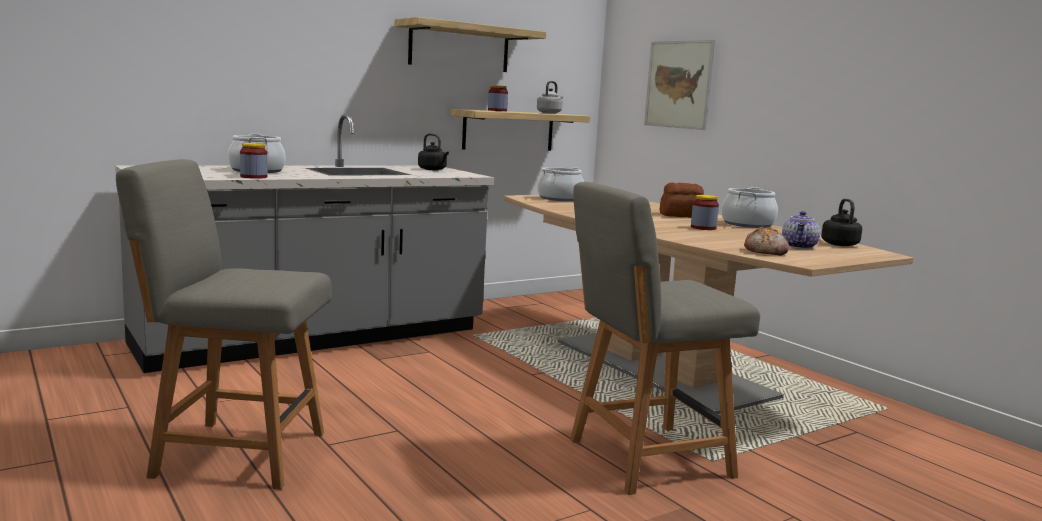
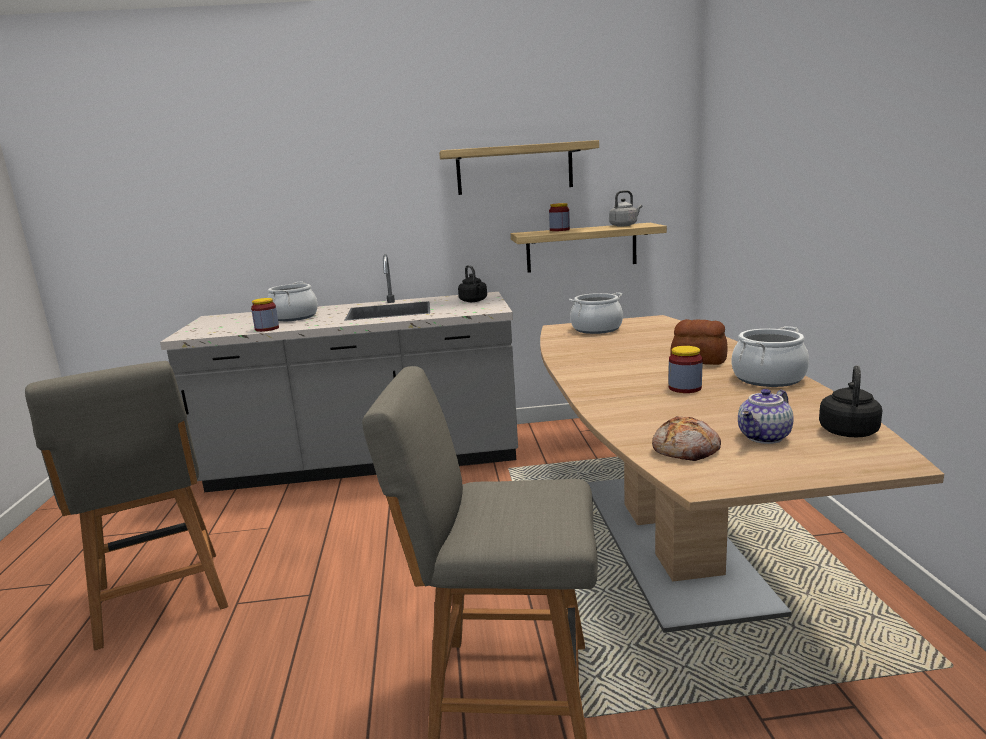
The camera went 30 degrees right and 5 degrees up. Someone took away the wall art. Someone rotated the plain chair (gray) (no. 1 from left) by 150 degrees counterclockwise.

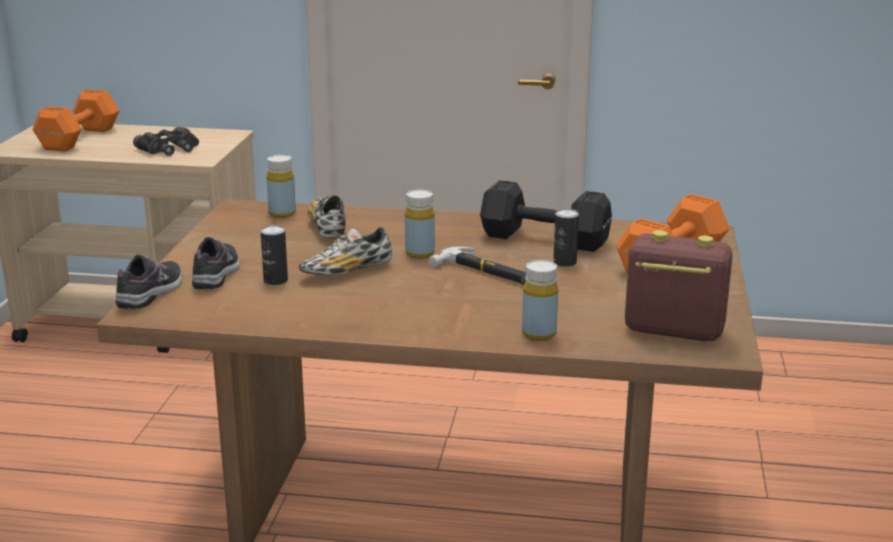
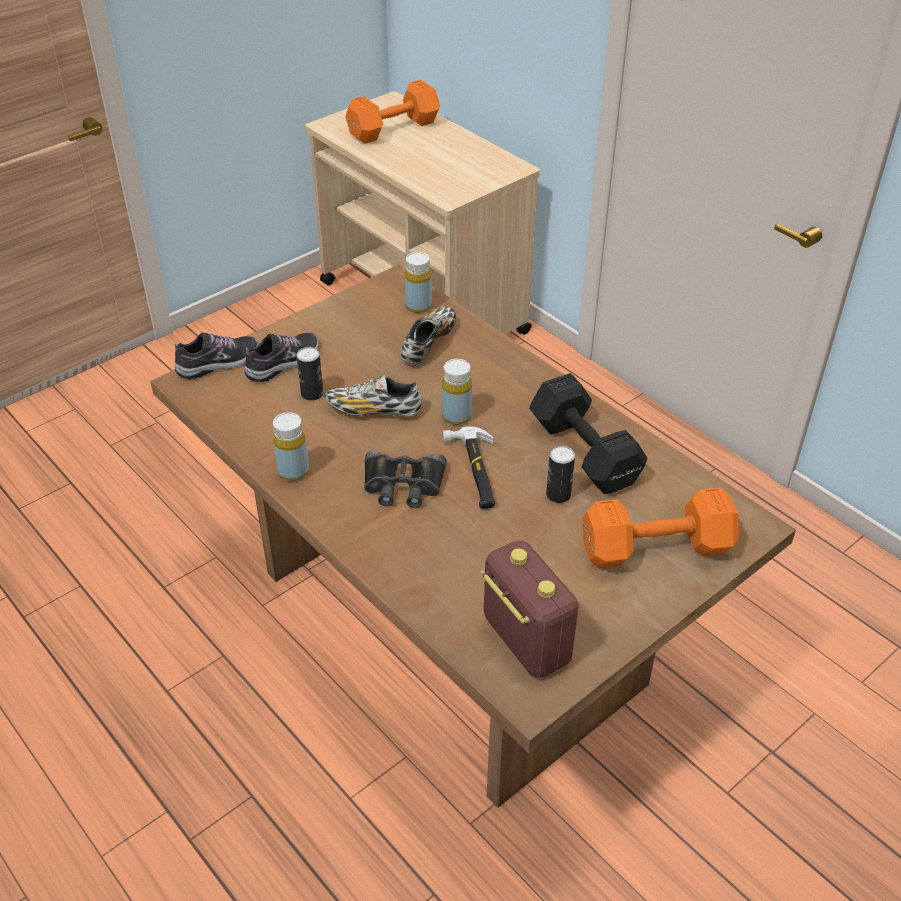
The camera went 40 degrees right and 20 degrees up. Someone carried the binoculars (black-coloured). Someone carried the drink bottle (yellow) (no. 3 from left in the first image).

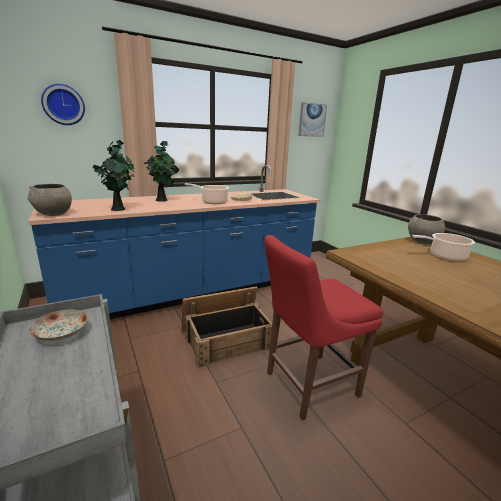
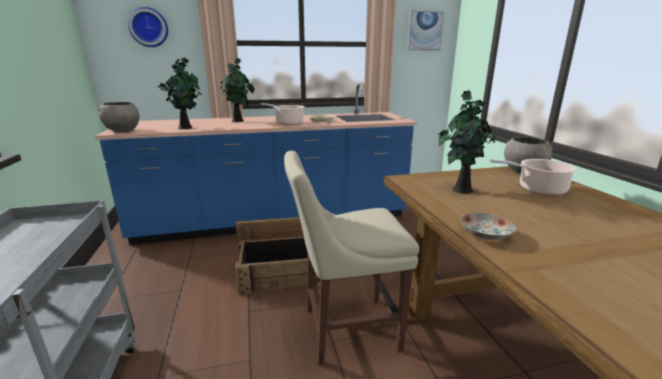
The camera went 15 degrees right and 0 degrees up. Someone put down the plant in a pot (no. 3 from left). Someone carried the plate. Someone repainted the plain chair (reddish), which became the plain chair (beige-coloured).

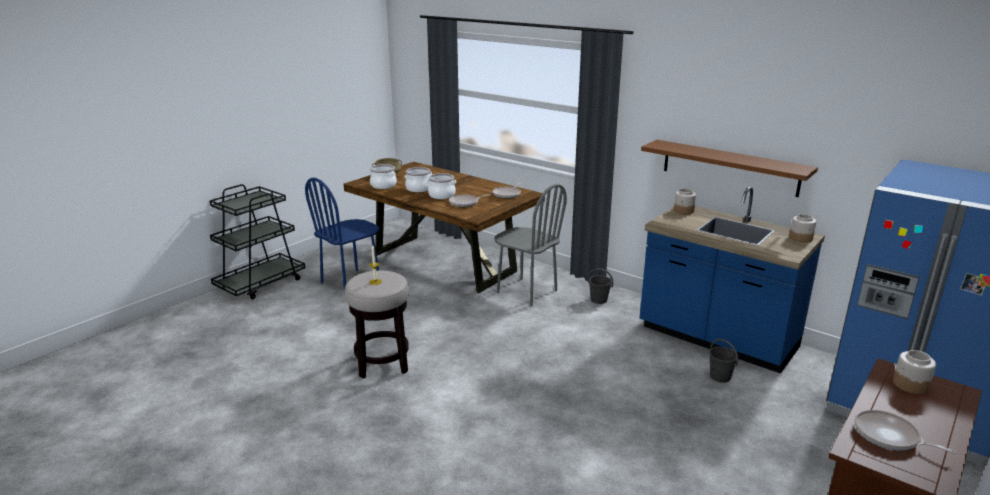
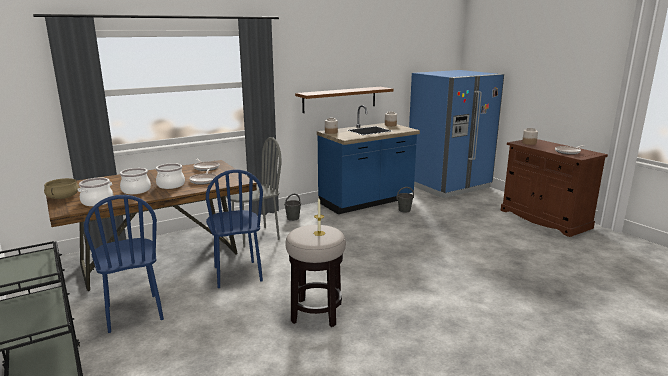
The camera went 70 degrees left and 5 degrees down. Someone put down the plain chair (blue) (no. 2 from left).

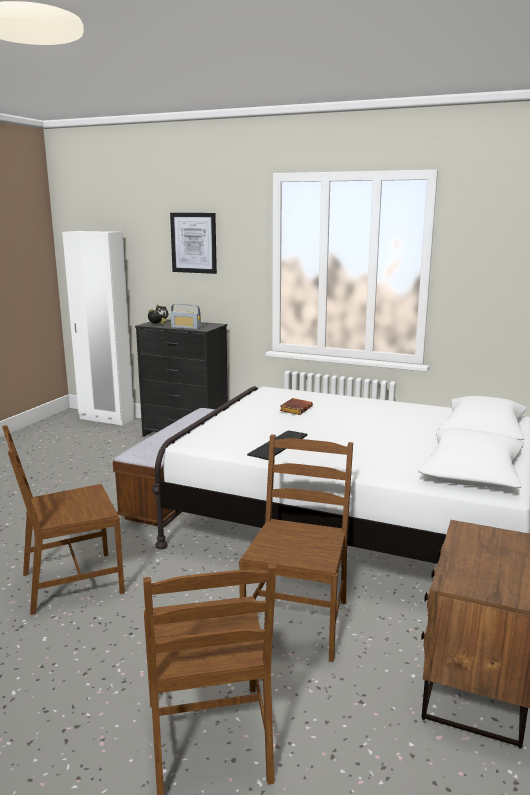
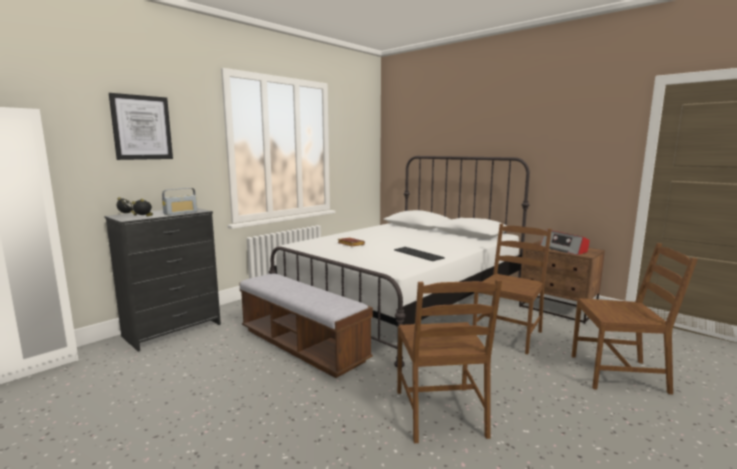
The camera went 70 degrees left and 5 degrees down. Someone put down the radio set (no. 2 from left). Someone rotated the plain chair (brownish) (no. 3 from left in the first image) by 90 degrees clockwise.

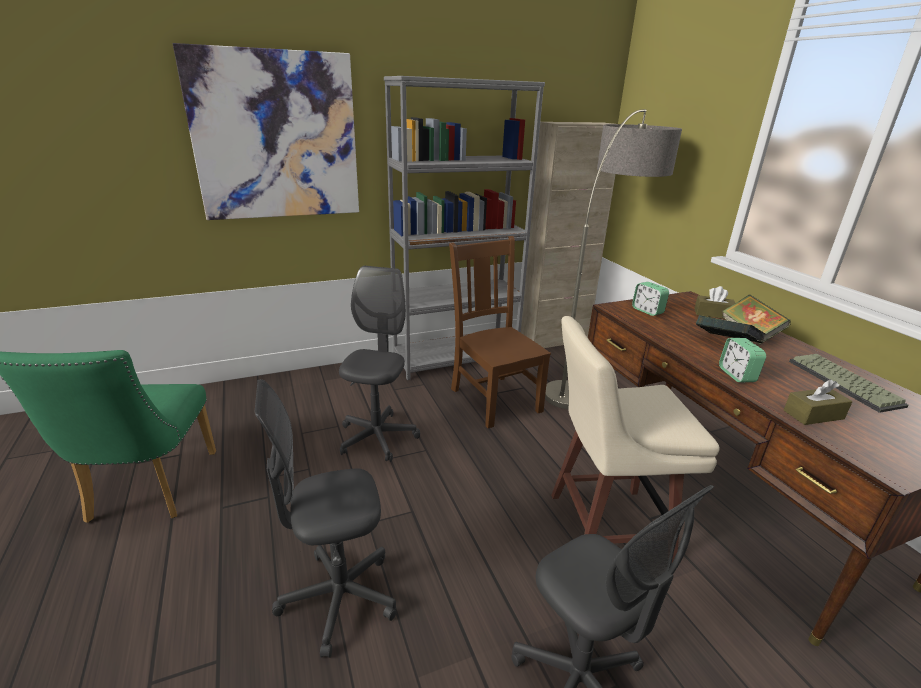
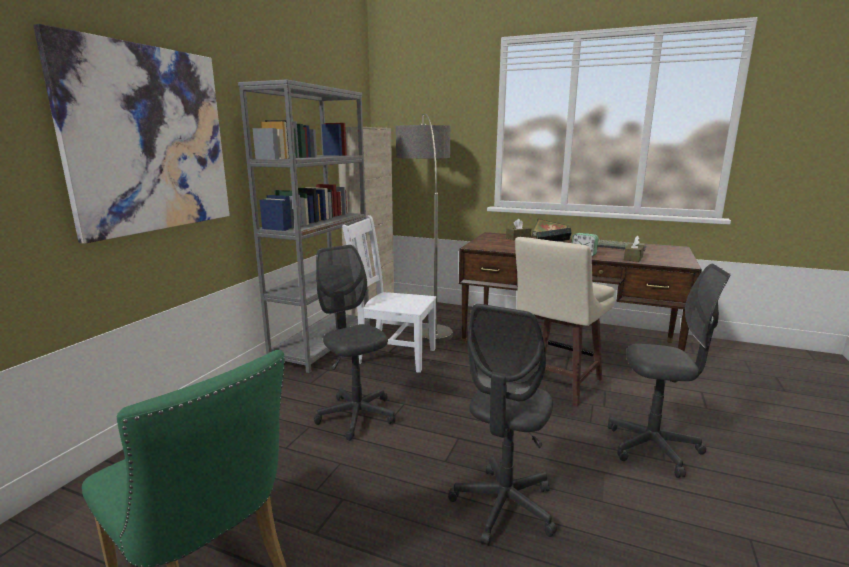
The camera went 45 degrees left and 10 degrees down. Someone took away the table clock (no. 1 from left). Someone repainted the plain chair (brownish), which became the plain chair (white-coloured).

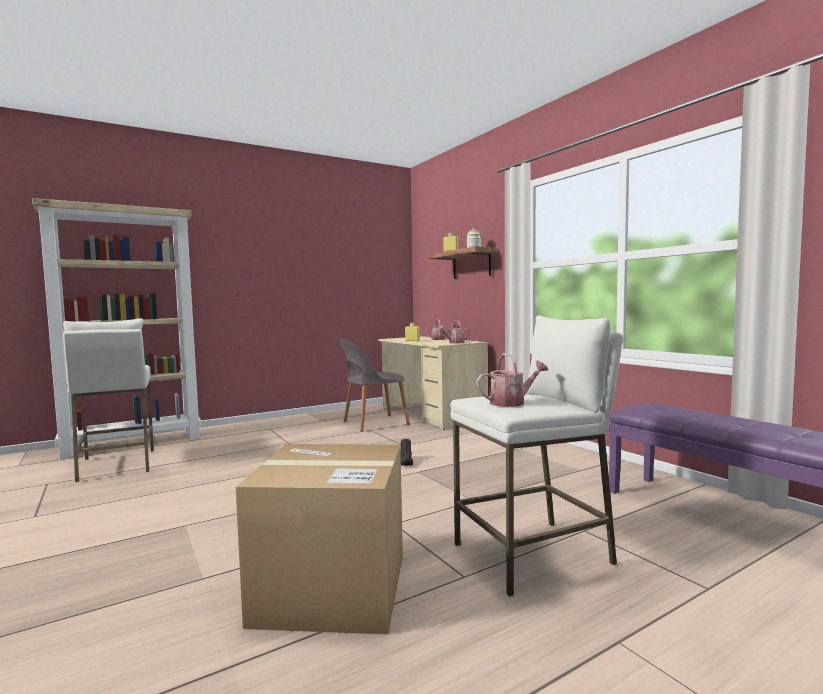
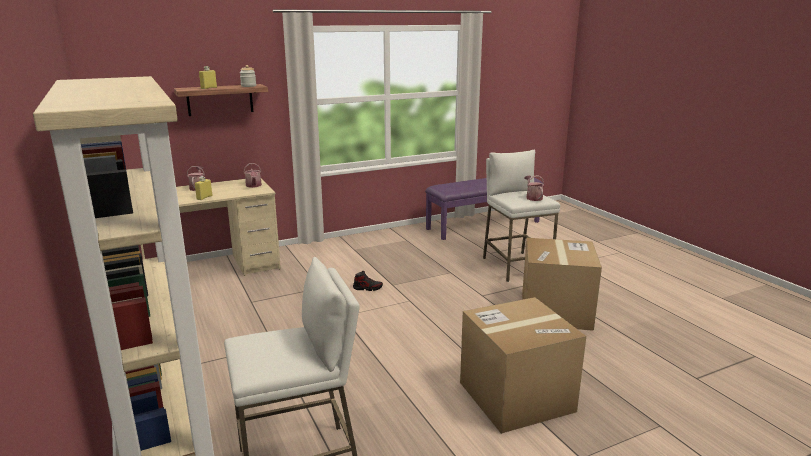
The camera went 85 degrees left and 15 degrees up. Someone took away the plain chair (gray). Someone put down the carton (no. 1 from left).

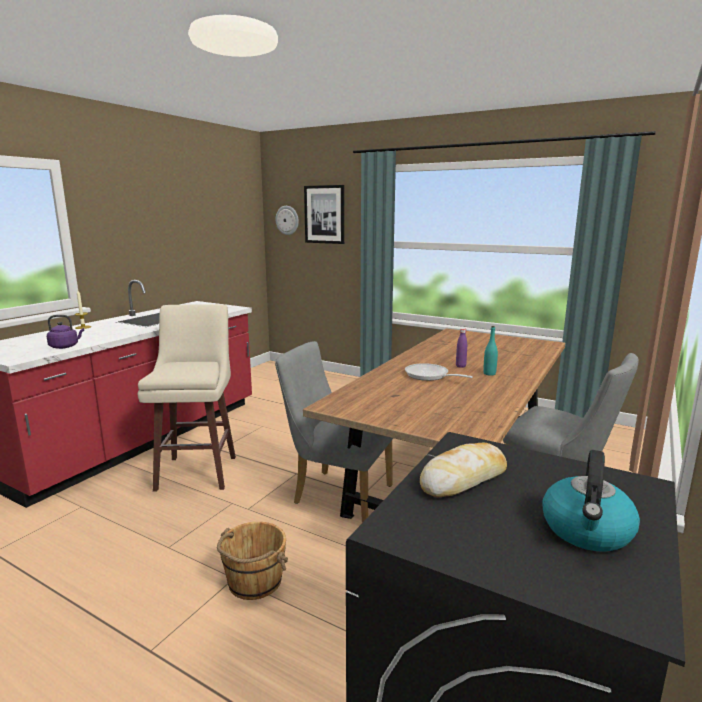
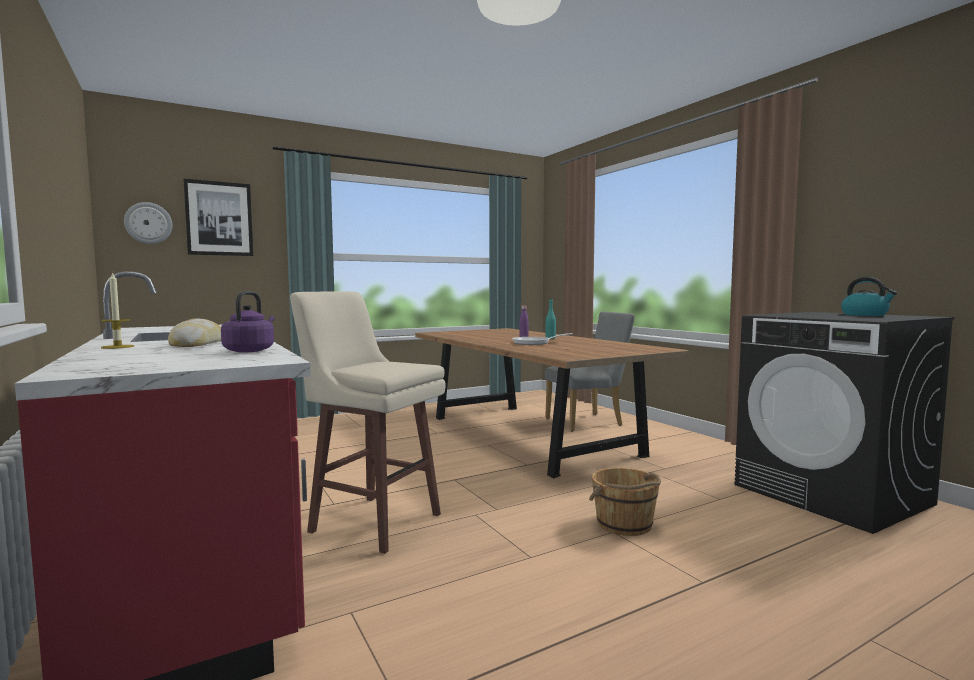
The camera went 60 degrees left and 10 degrees down. Someone took away the plain chair (gray) (no. 1 from left). Someone carried the baked bread.

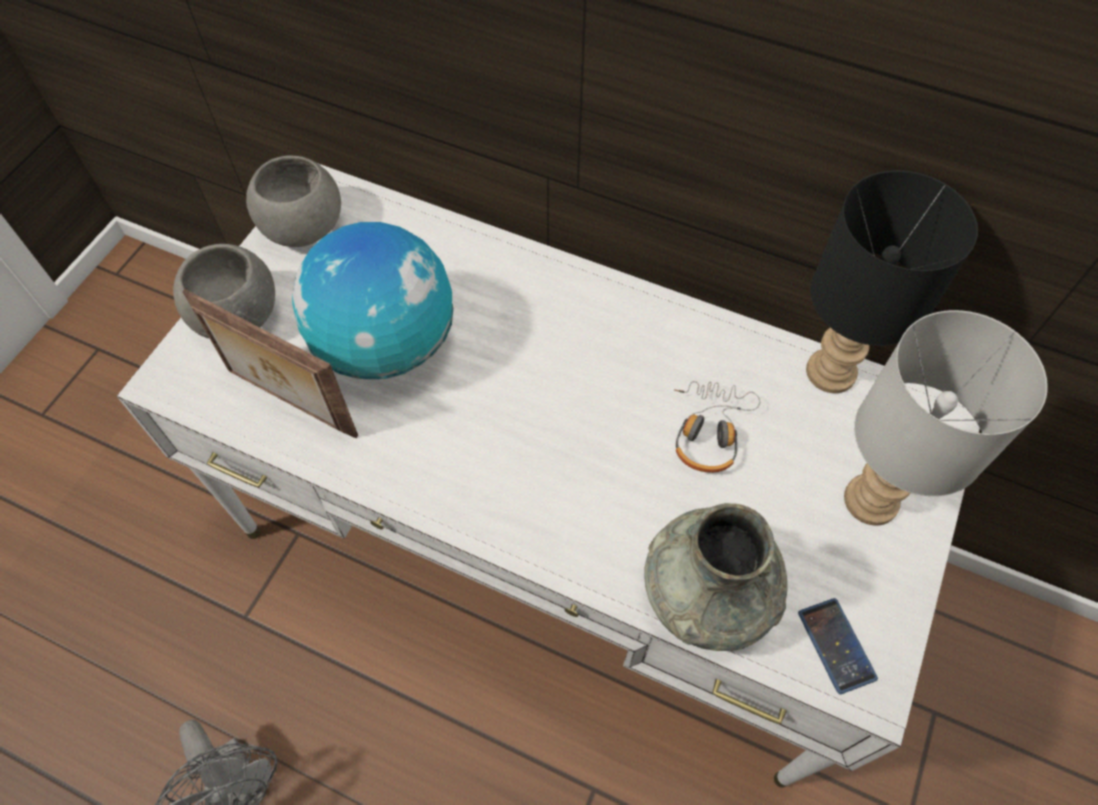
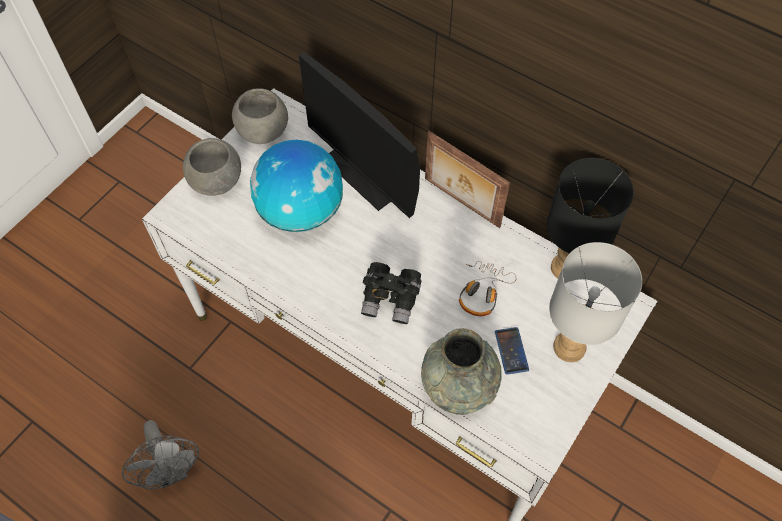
The camera went 10 degrees right and 0 degrees up. Someone put down the computer display. Someone put down the binoculars (black-coloured). Someone carried the photo frame. Someone carried the phone.

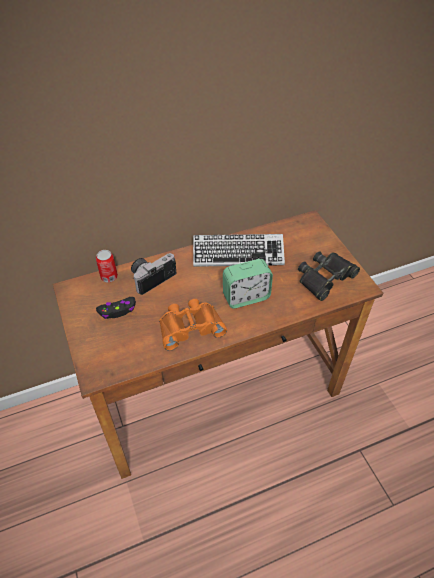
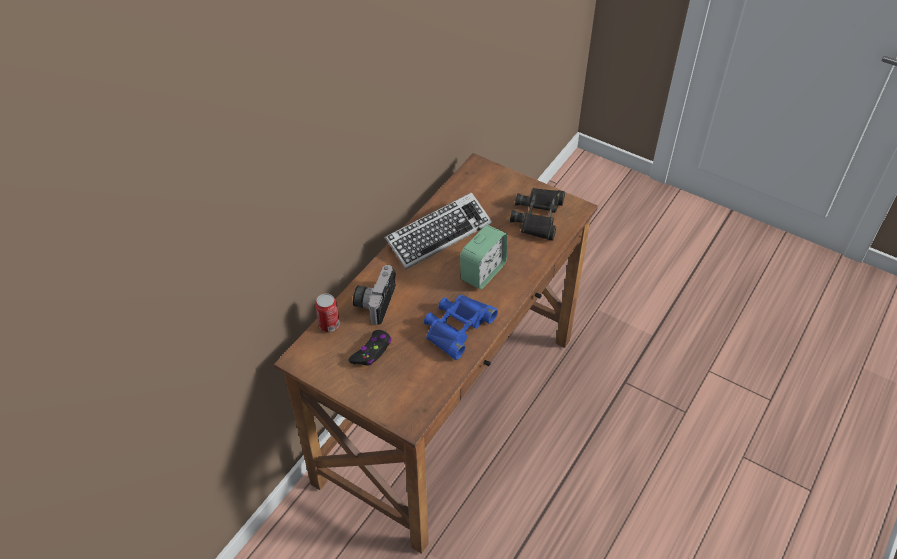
The camera went 35 degrees left and 0 degrees up. Someone repainted the binoculars (orange-coloured), which became the binoculars (blue).

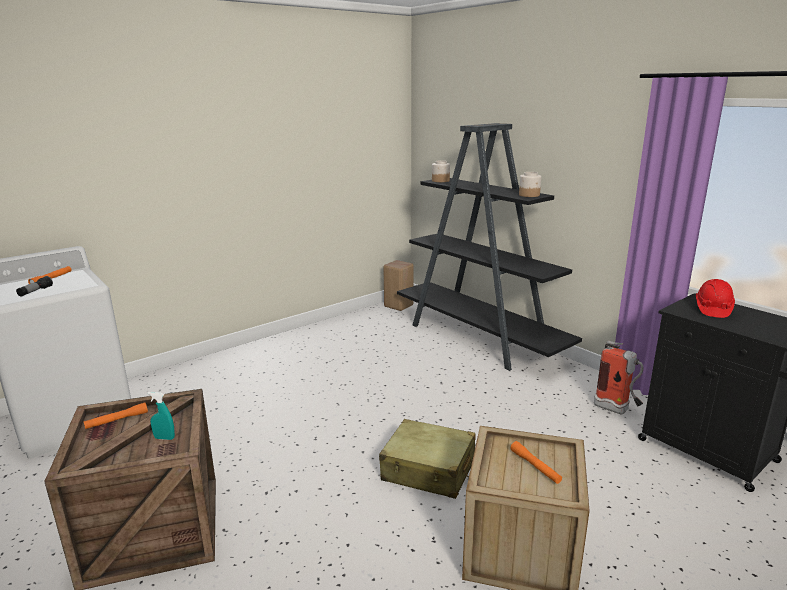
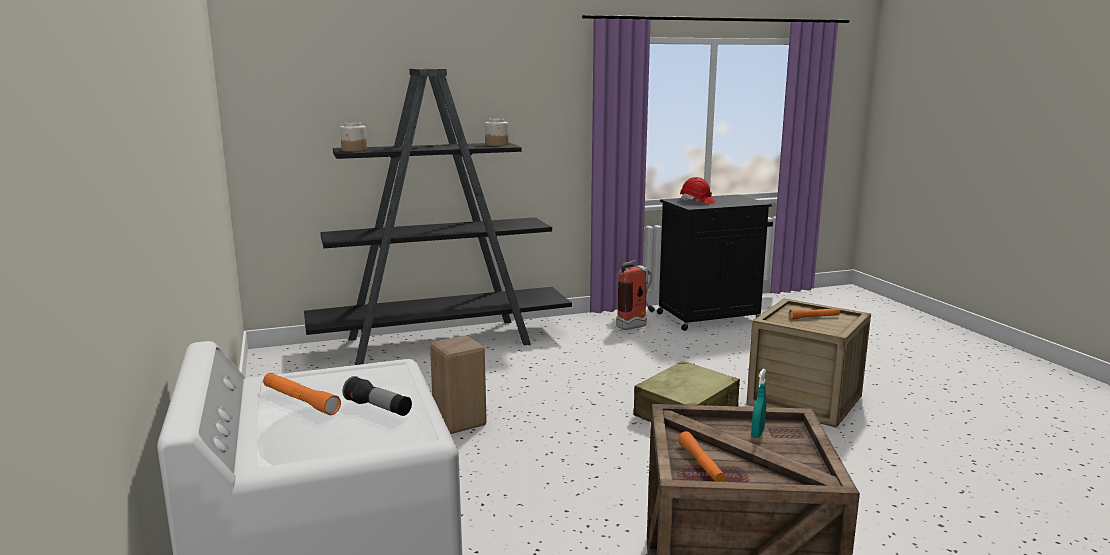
The camera went 70 degrees left and 5 degrees down. Someone carried the stool (beige-coloured).

